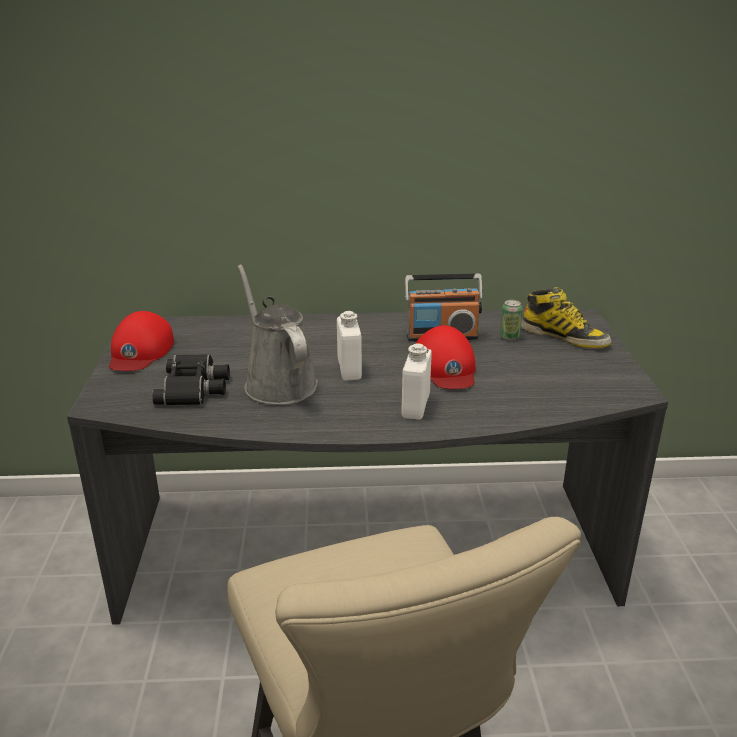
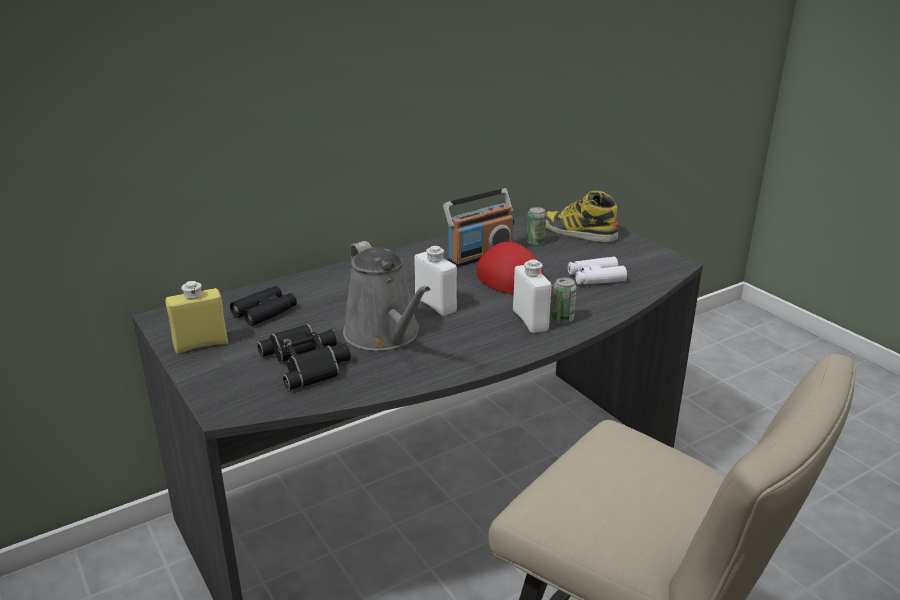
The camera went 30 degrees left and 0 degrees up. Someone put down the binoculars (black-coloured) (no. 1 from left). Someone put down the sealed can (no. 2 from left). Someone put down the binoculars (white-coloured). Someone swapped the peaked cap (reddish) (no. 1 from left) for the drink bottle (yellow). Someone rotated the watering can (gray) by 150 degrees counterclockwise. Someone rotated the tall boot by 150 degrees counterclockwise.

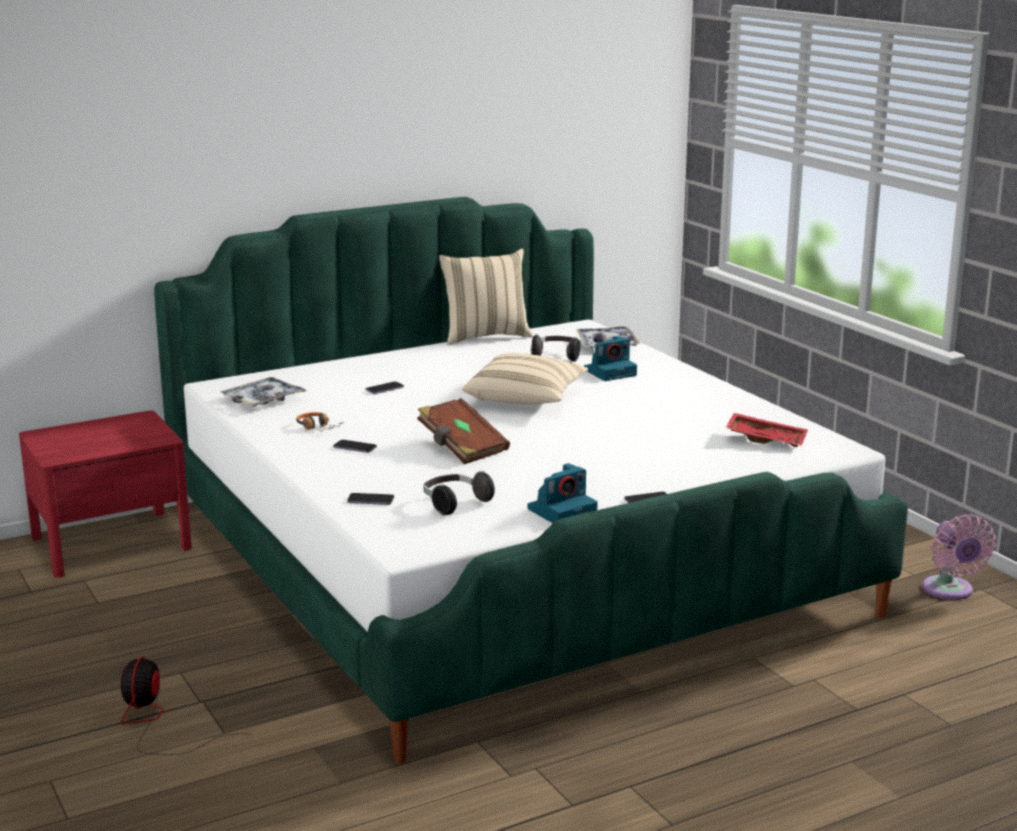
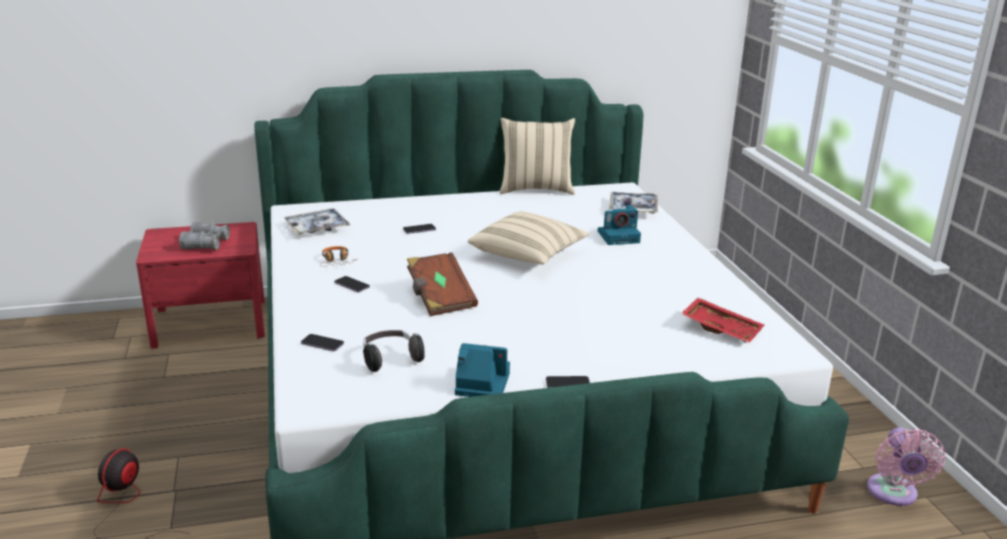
The camera went 15 degrees right and 5 degrees up. Someone took away the headset (no. 3 from left). Someone put down the binoculars (gray). Someone rotated the photo camera (no. 1 from left) by 150 degrees counterclockwise.

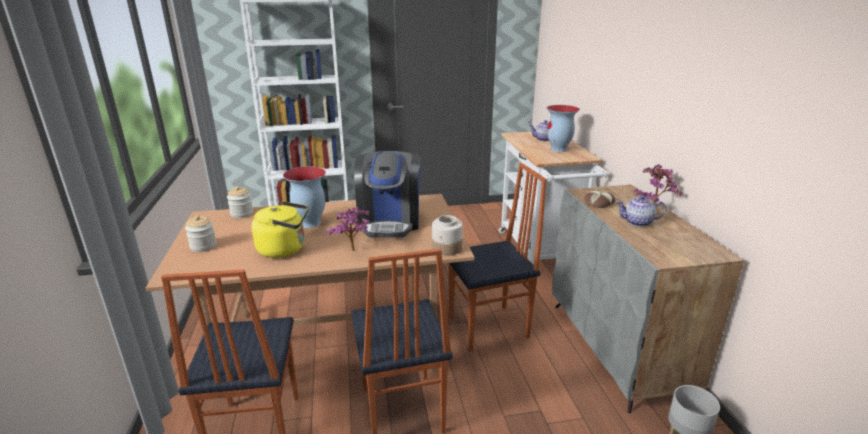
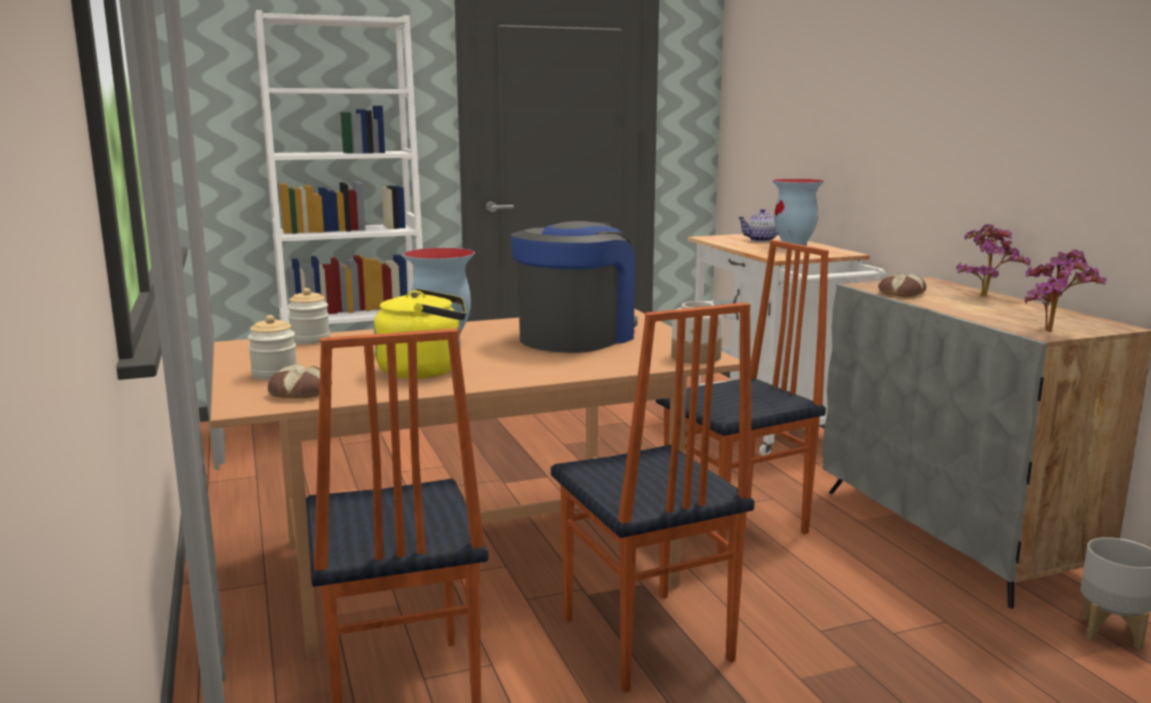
The camera went 10 degrees left and 10 degrees down. Someone took away the pot for tea (no. 2 from left). Someone put down the baked bread (no. 1 from left). Someone carried the plant in a pot (no. 1 from left in the first image). Someone rotated the coffee maker by 135 degrees counterclockwise.

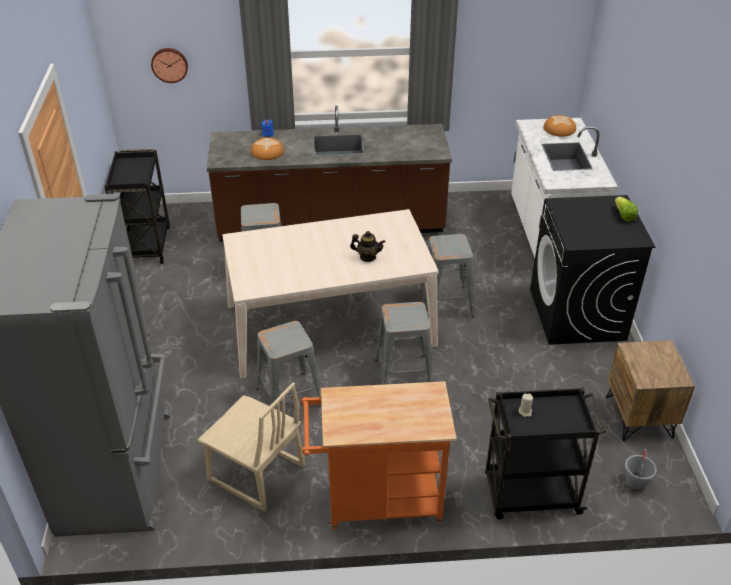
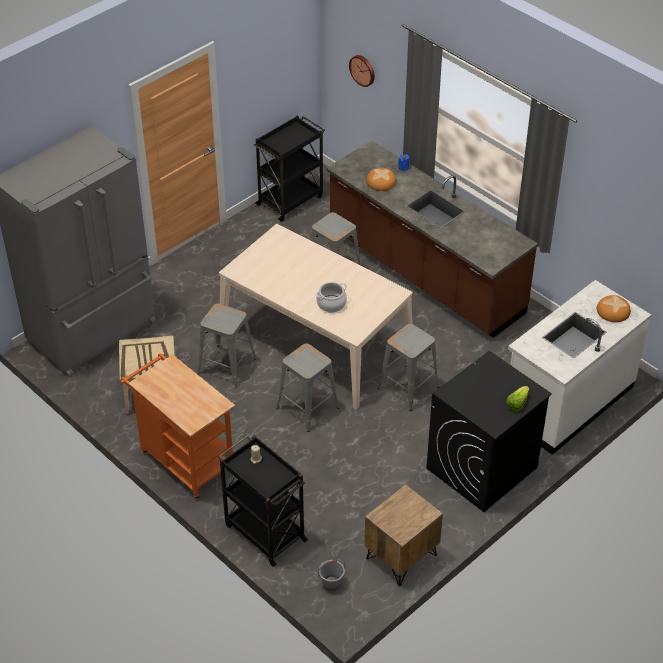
The camera went 50 degrees right and 5 degrees up. Someone swapped the pot for tea for the saucepot.

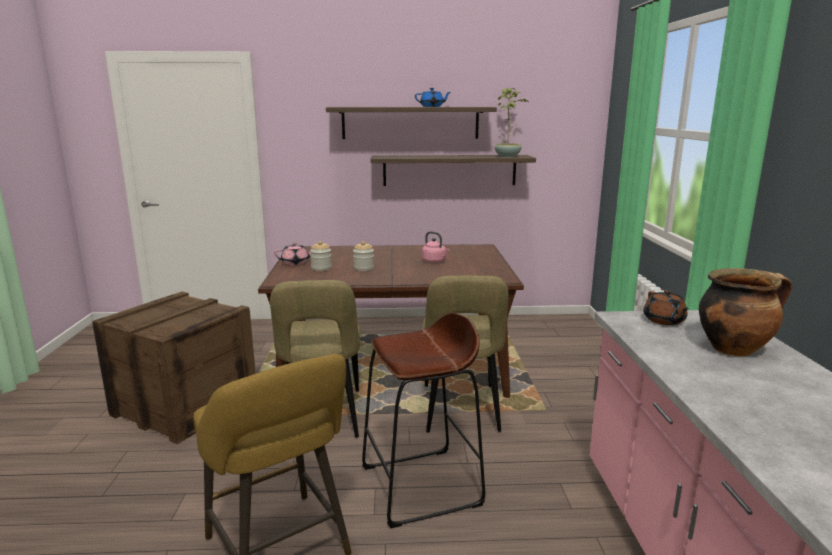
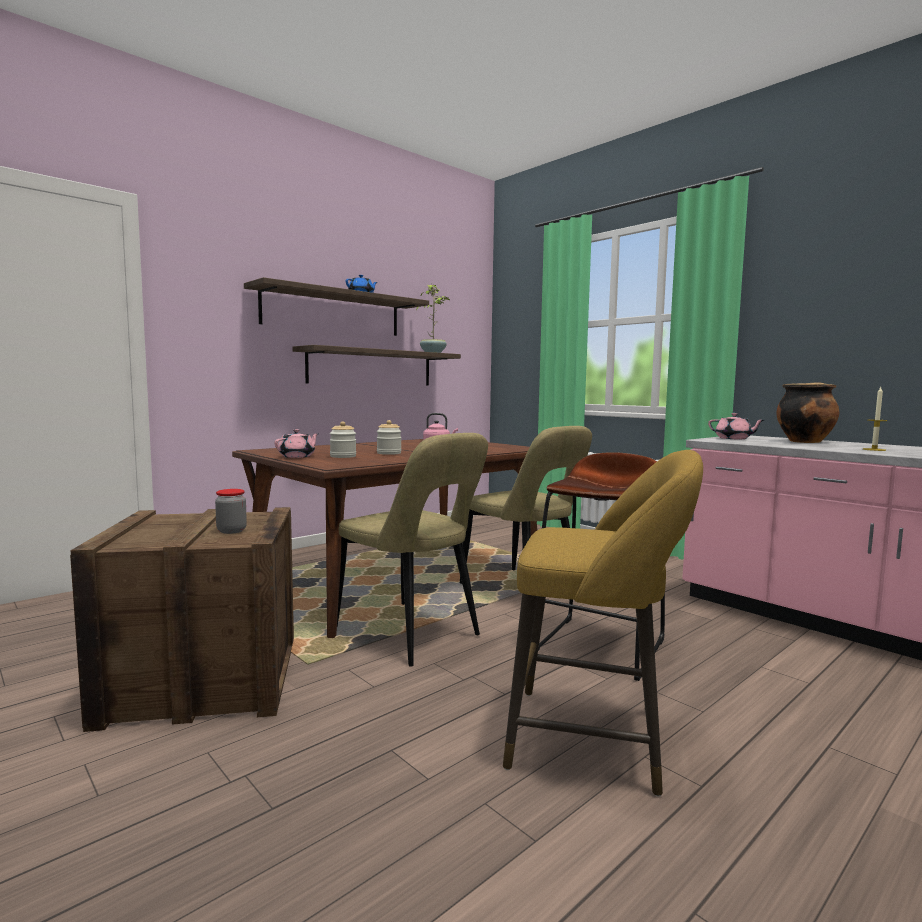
The camera went 40 degrees left and 10 degrees down. Someone put down the jar (no. 1 from left). Someone put down the wax light. Someone repainted the pot for tea (brownish), which became the pot for tea (pinkish) (no. 2 from left).

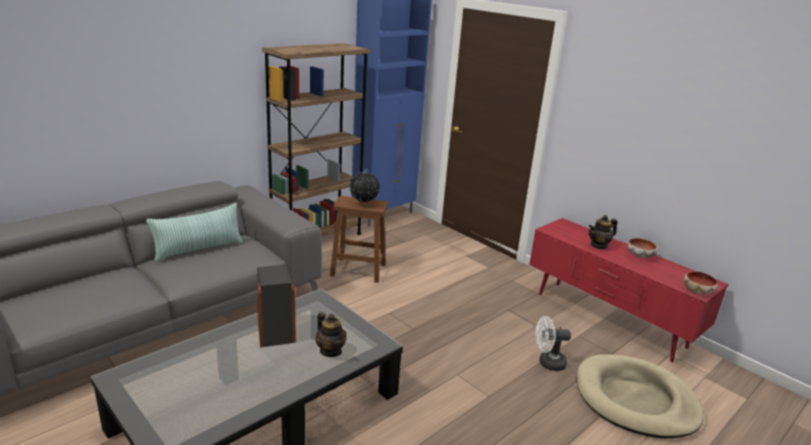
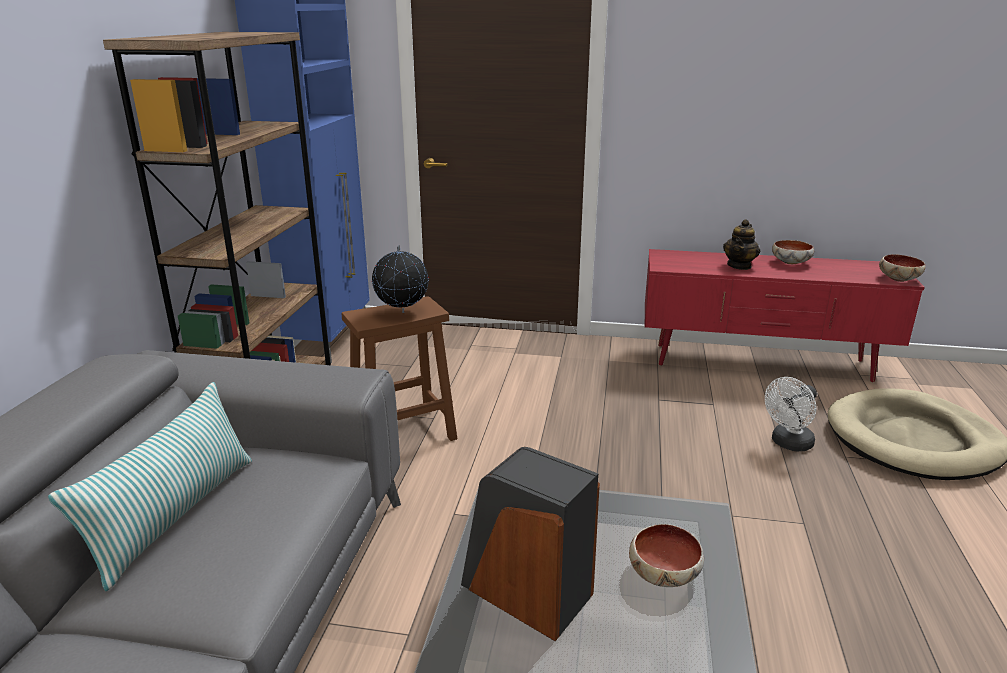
The camera went 35 degrees left and 0 degrees up. Someone swapped the pot for tea (no. 1 from left) for the deep dish (no. 1 from left).

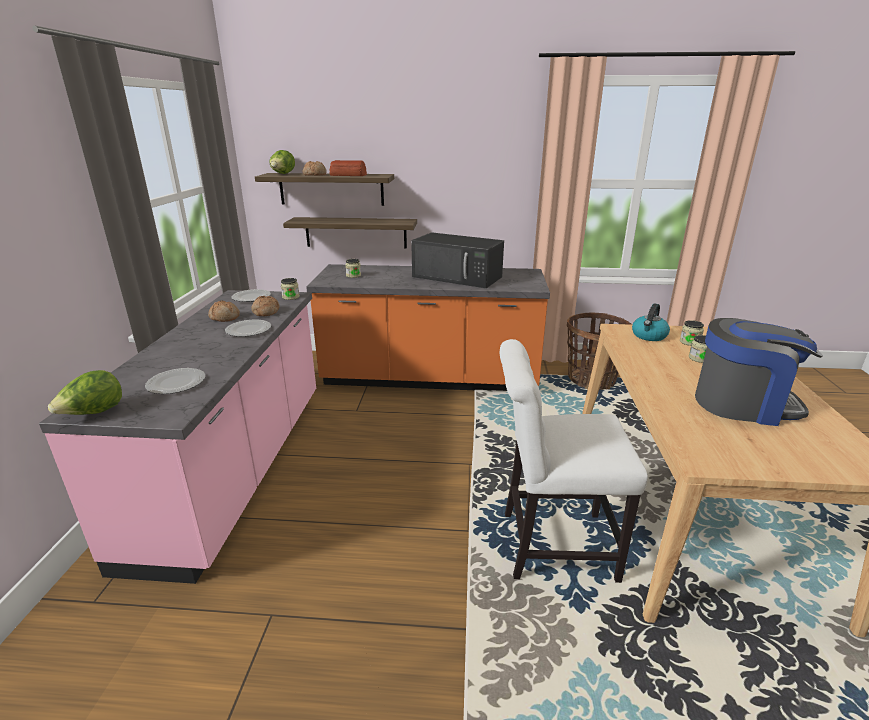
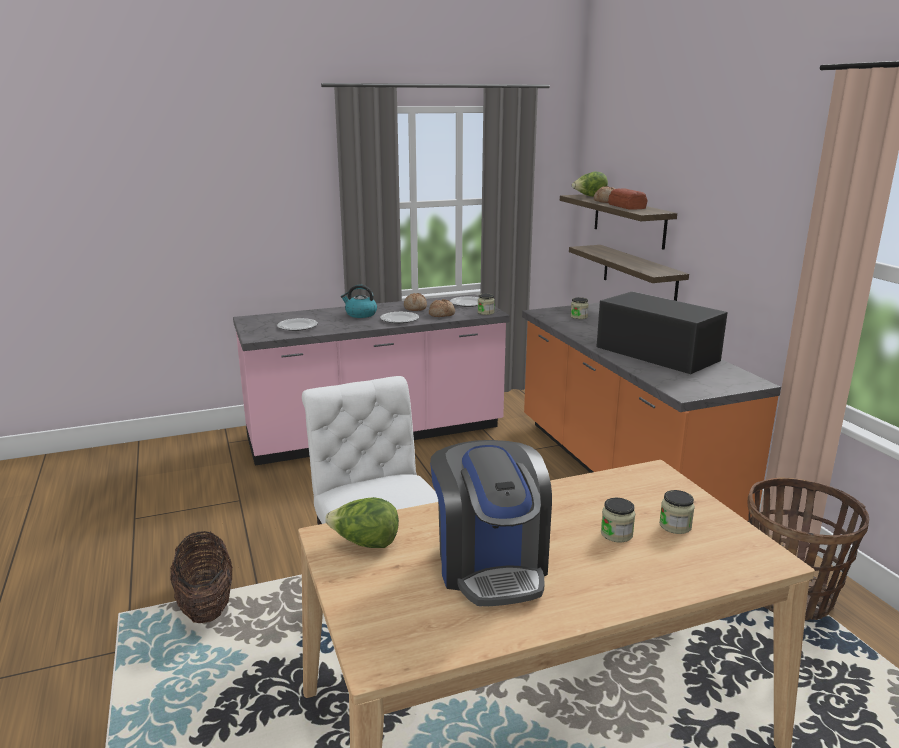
The camera went 65 degrees right and 5 degrees down. Someone put down the basket (no. 1 from left). Someone carried the lettuce head (no. 1 from left). Someone carried the kettle. Someone rotated the kitchen microwave (black-coloured) by 135 degrees clockwise.

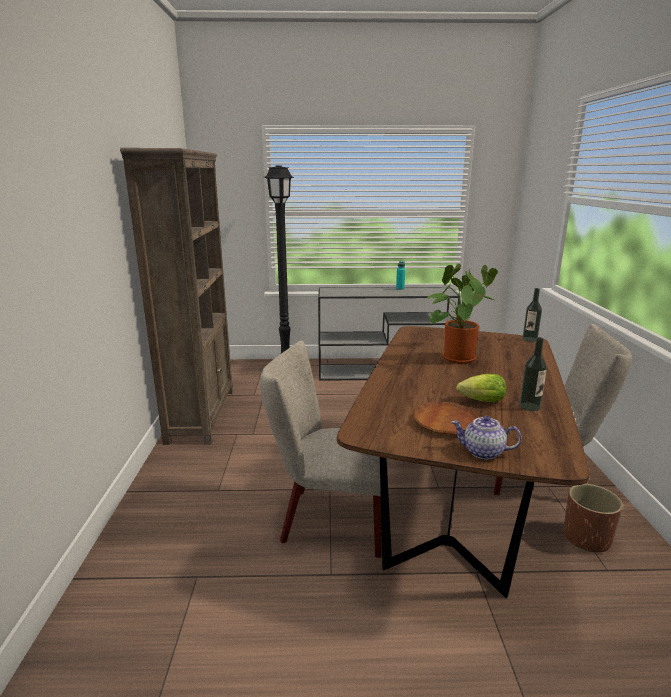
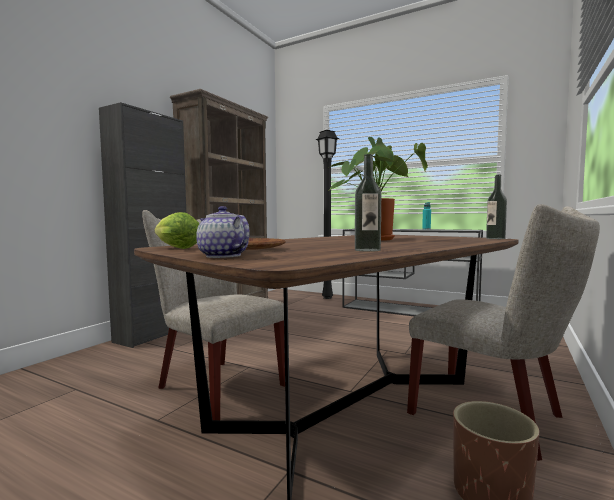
The camera went 30 degrees right and 15 degrees down. Someone put down the cupboard (black-coloured). Someone carried the lettuce head.

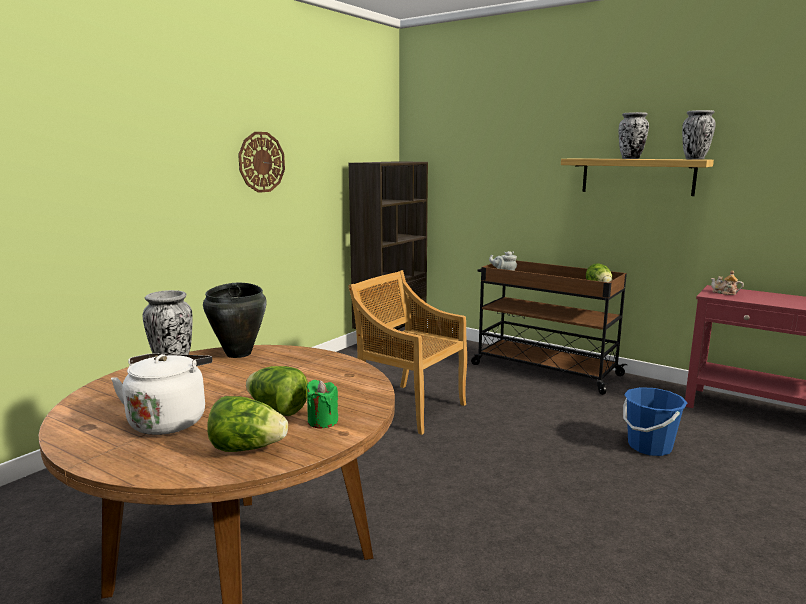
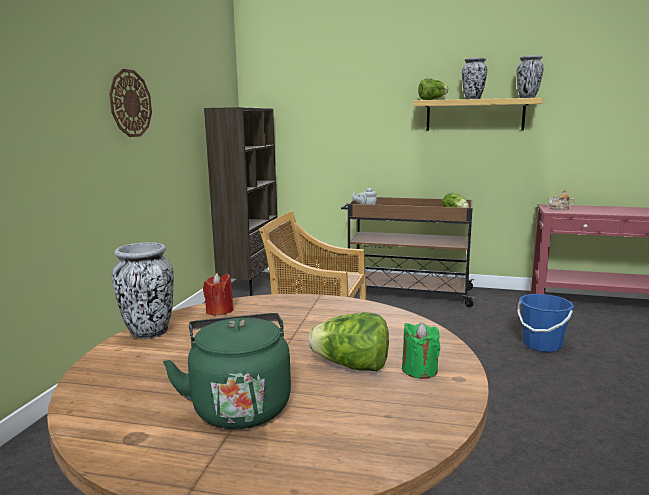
The camera went 20 degrees left and 0 degrees up. Someone carried the lettuce head (no. 1 from left in the first image). Someone swapped the saucepot (black-coloured) for the wax light (reddish). Someone repainted the kettle (white-coloured), which became the kettle (greenish).

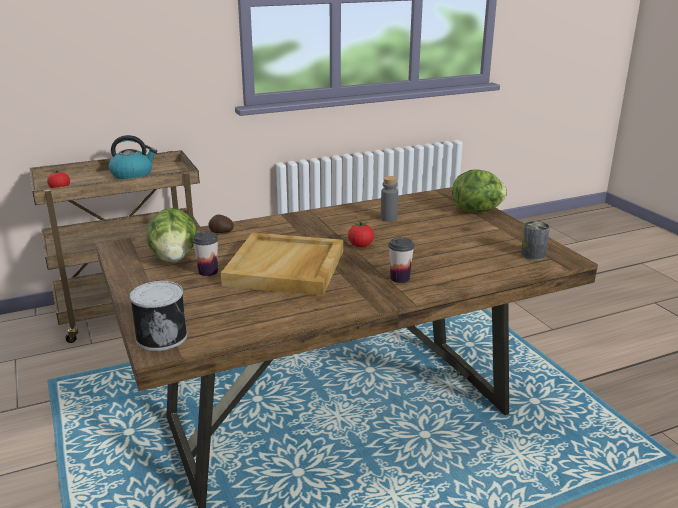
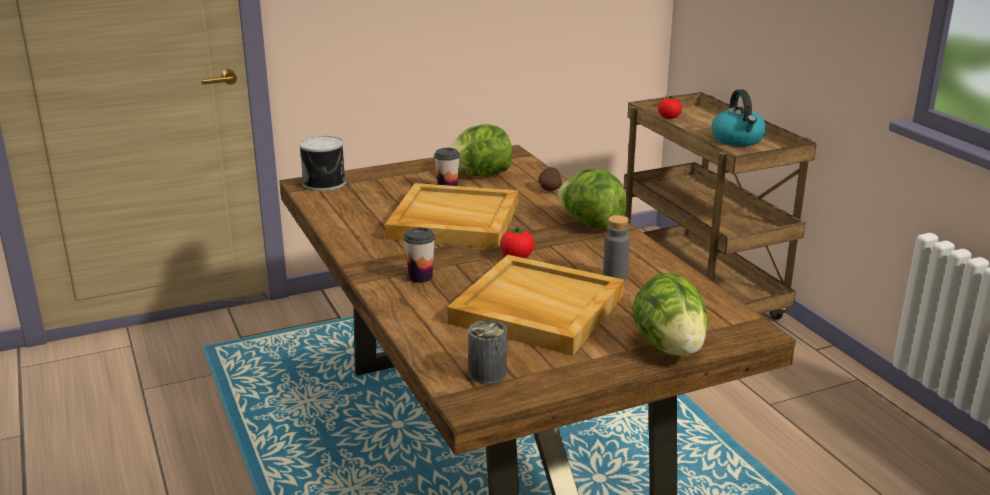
The camera went 90 degrees right and 0 degrees up. Someone put down the serving tray (beige-coloured) (no. 2 from left). Someone put down the lettuce head (no. 2 from left).

